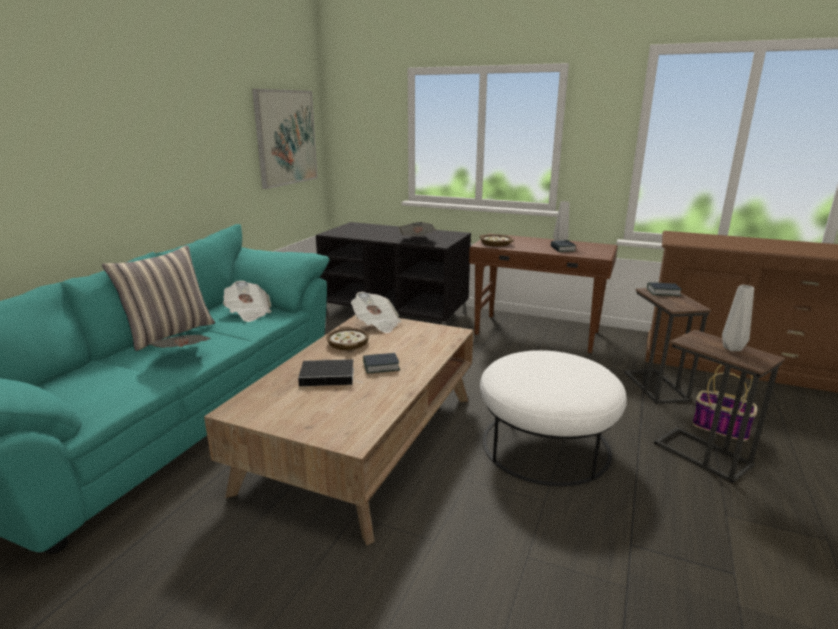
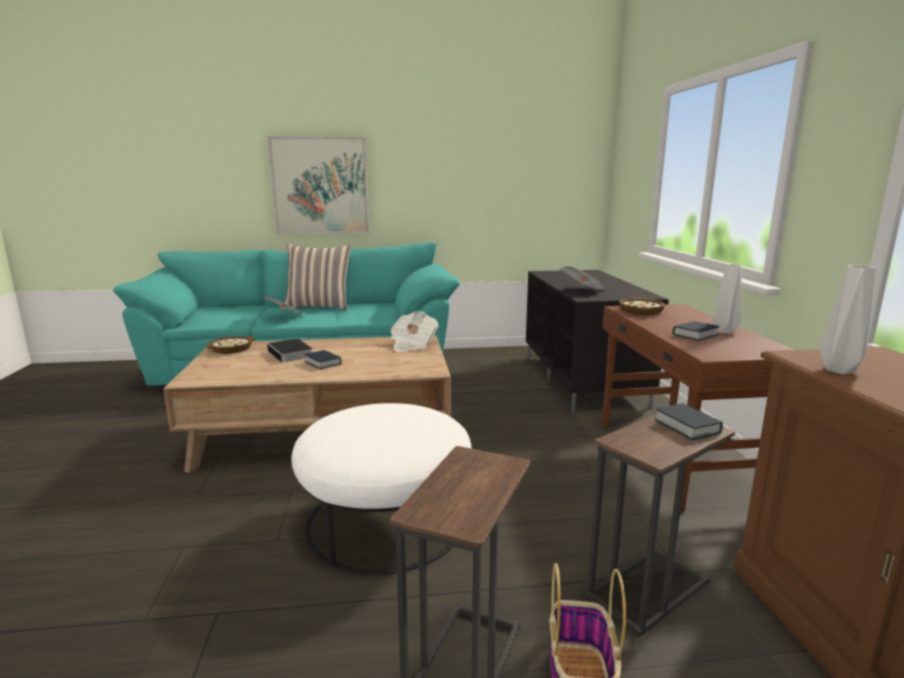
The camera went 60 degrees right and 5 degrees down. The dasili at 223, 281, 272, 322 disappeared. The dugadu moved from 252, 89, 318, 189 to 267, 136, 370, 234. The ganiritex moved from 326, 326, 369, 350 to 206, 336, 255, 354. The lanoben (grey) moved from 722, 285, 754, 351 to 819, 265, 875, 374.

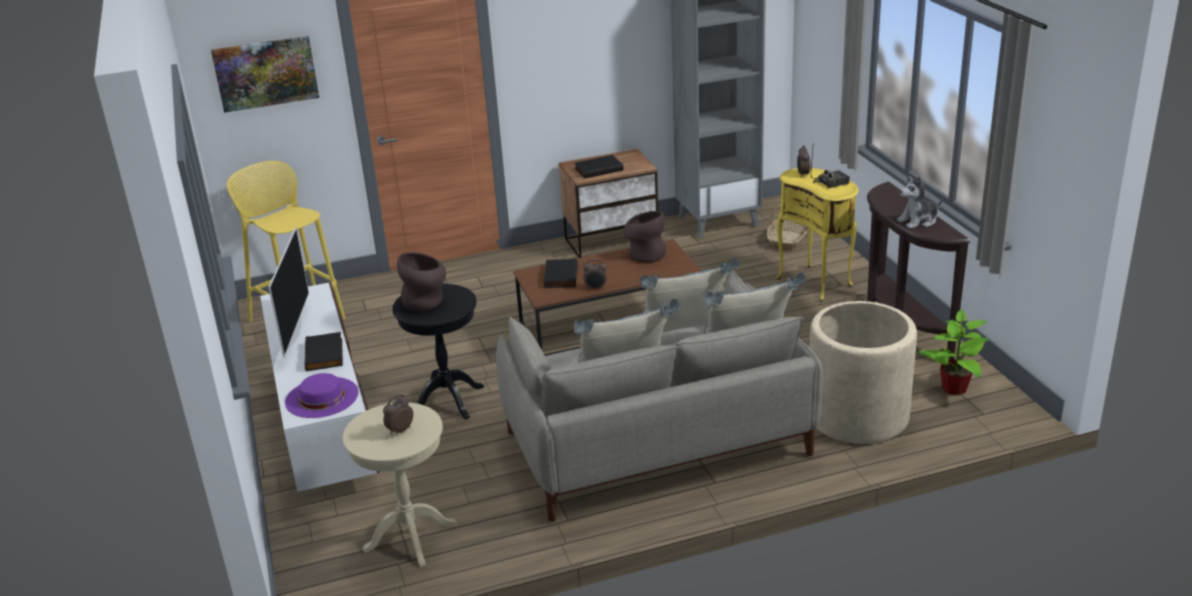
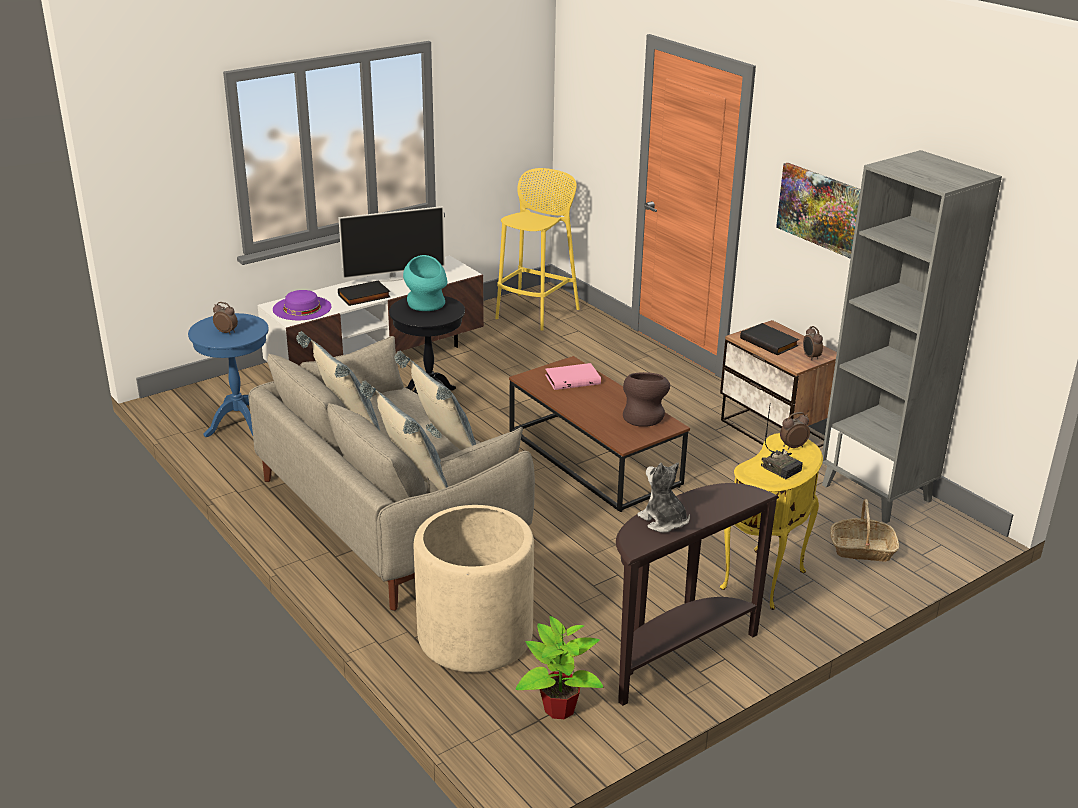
The camera went 70 degrees right and 0 degrees up. The dugadu moved from 211, 36, 319, 113 to 776, 163, 861, 259. The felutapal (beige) at 343, 402, 457, 568 became the felutapal (blue) at 188, 313, 269, 437. The lanoben (brown) at 397, 252, 446, 312 became the lanoben (turquoise) at 403, 255, 447, 311. The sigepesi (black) at 543, 258, 578, 288 became the sigepesi (pink) at 545, 363, 601, 390. The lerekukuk moved from 583, 259, 607, 290 to 803, 326, 823, 361.

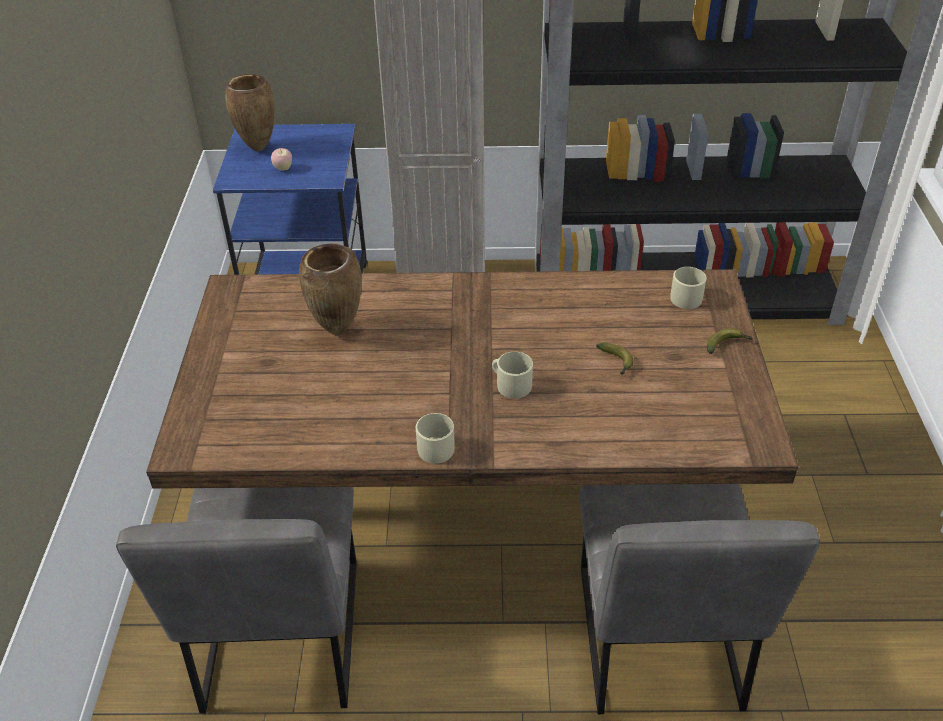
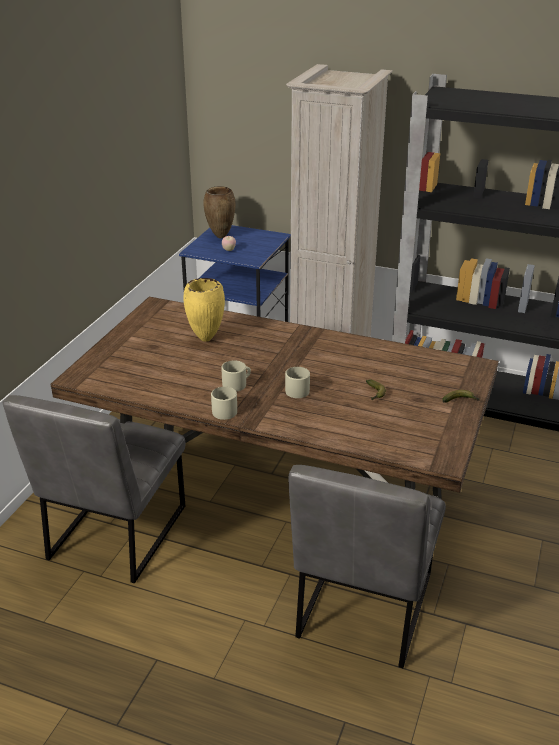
The camera went 20 degrees right and 10 degrees down. The lanoben (brown) at 299, 244, 362, 335 became the lanoben (yellow) at 183, 278, 225, 342. The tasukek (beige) moved from 670, 267, 706, 309 to 221, 360, 251, 392.

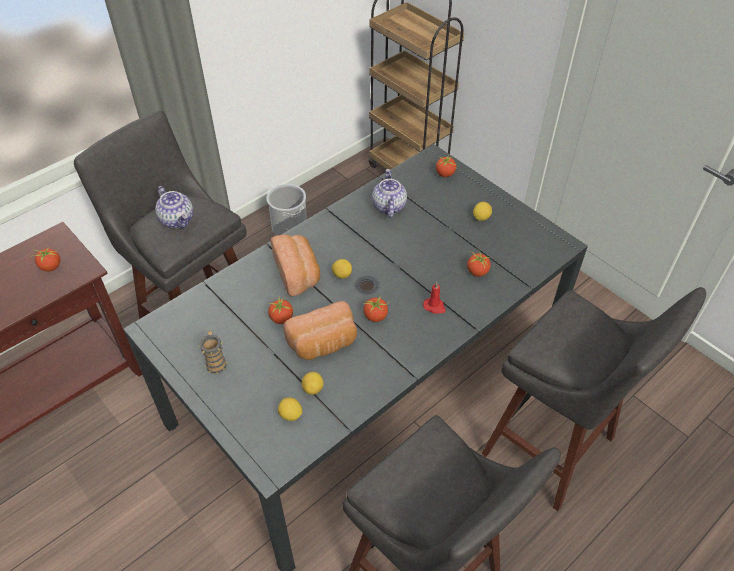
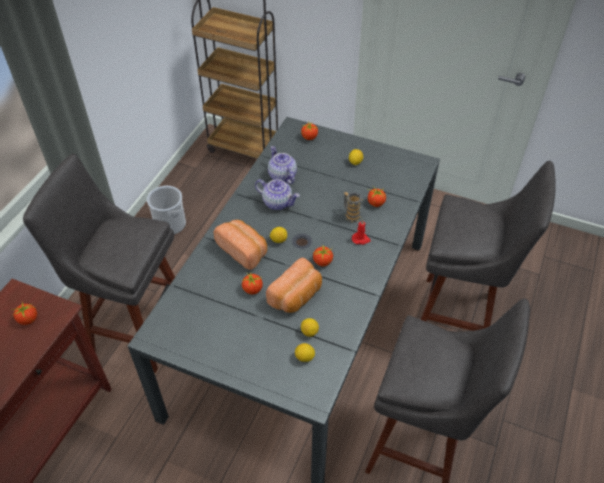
The camera went 25 degrees left and 0 degrees up. The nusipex moved from 155, 186, 193, 228 to 255, 179, 300, 210. The tasukek moved from 198, 330, 229, 374 to 344, 192, 363, 222.

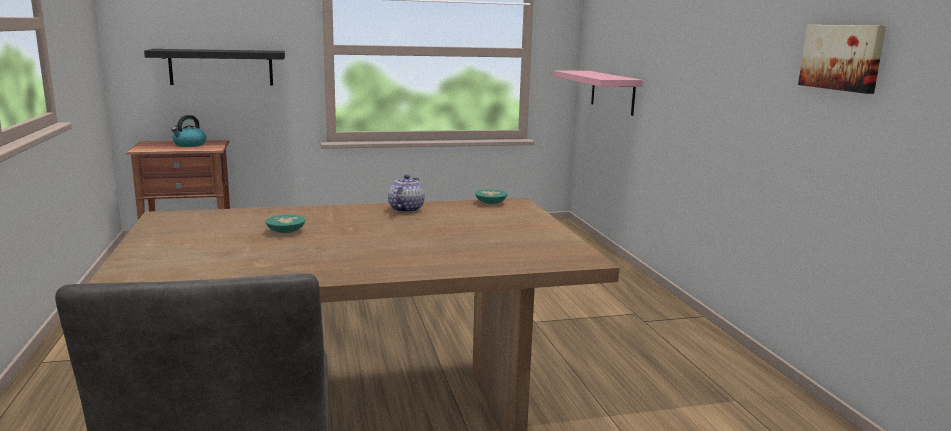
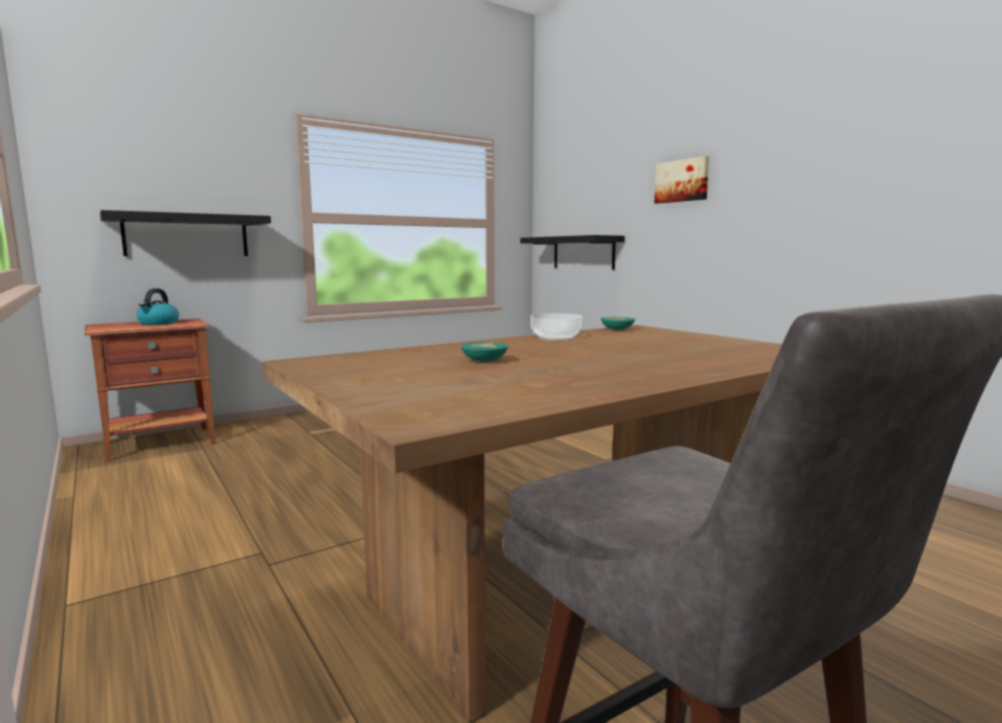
The camera went 20 degrees left and 5 degrees down. The nusipex at 388, 174, 425, 213 was replaced by the ganiritex at 530, 313, 583, 341. The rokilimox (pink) at 553, 70, 643, 116 became the rokilimox (black) at 520, 235, 625, 270. The dugadu moved from 798, 25, 886, 94 to 654, 156, 709, 204.

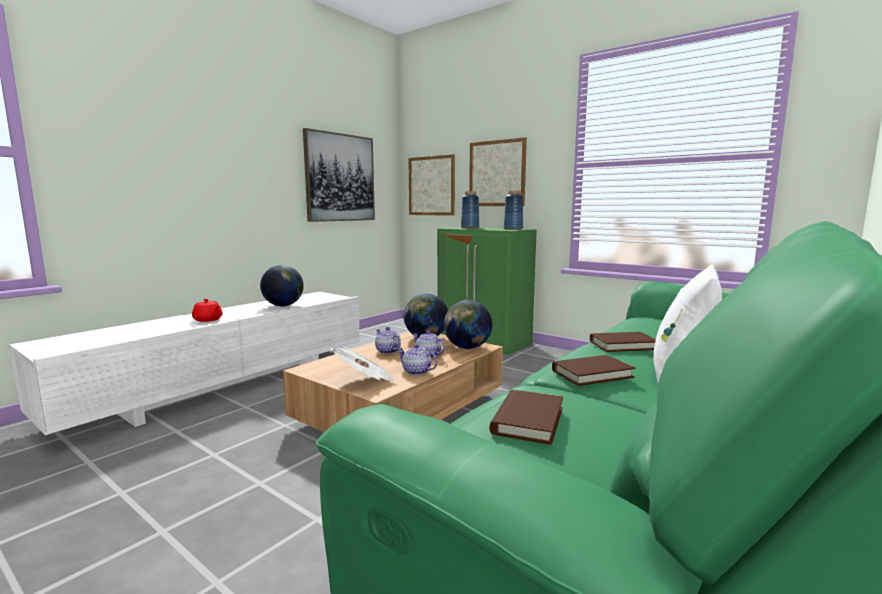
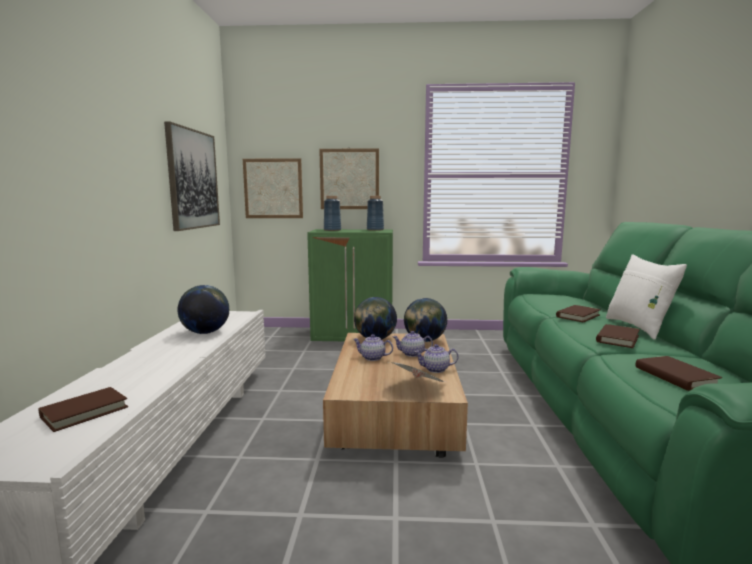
The camera went 35 degrees left and 0 degrees up. The nusipex (red) at 192, 299, 223, 322 disappeared. The sigepesi (brown) at 38, 387, 128, 432 appeared.

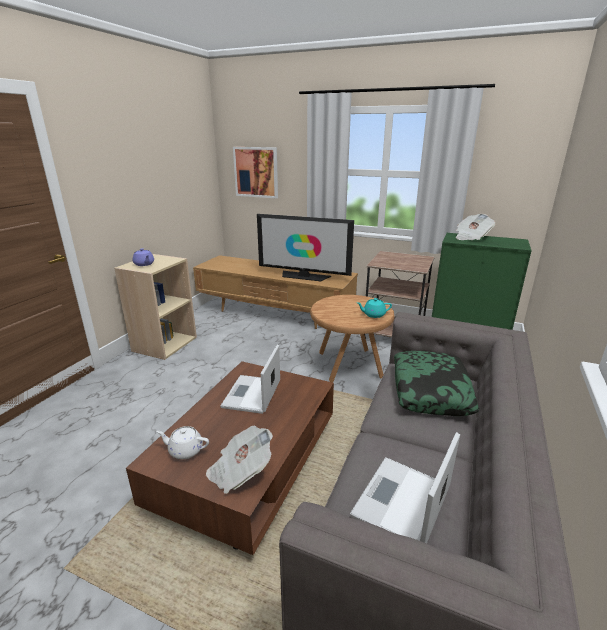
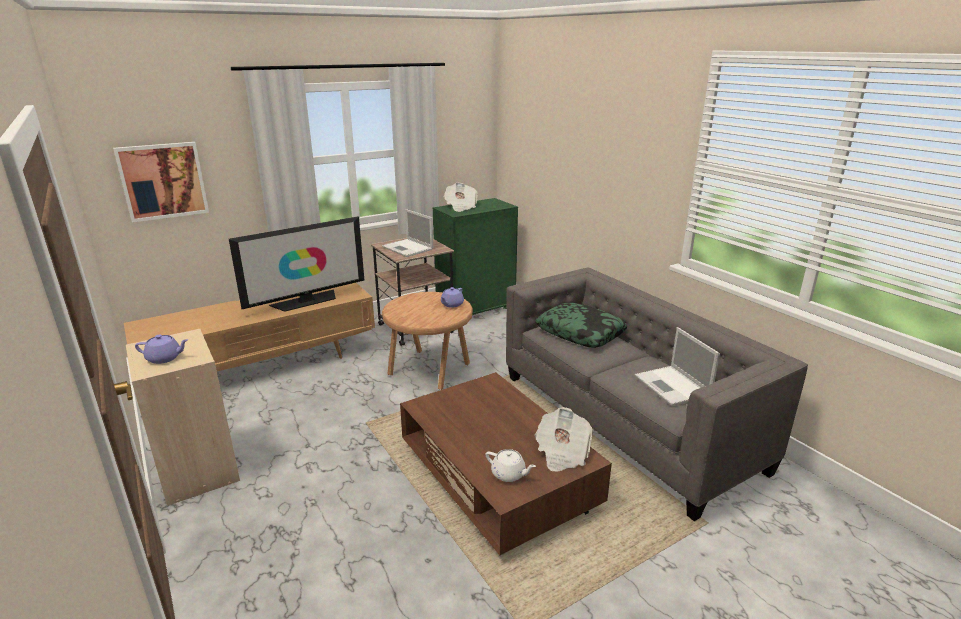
The camera went 55 degrees left and 0 degrees up. The nusipex (white) at 156, 426, 209, 459 turned 105 degrees counterclockwise. The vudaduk moved from 220, 345, 280, 414 to 382, 209, 433, 257. The nusipex (turquoise) at 357, 298, 392, 318 became the nusipex (purple) at 441, 287, 464, 308.

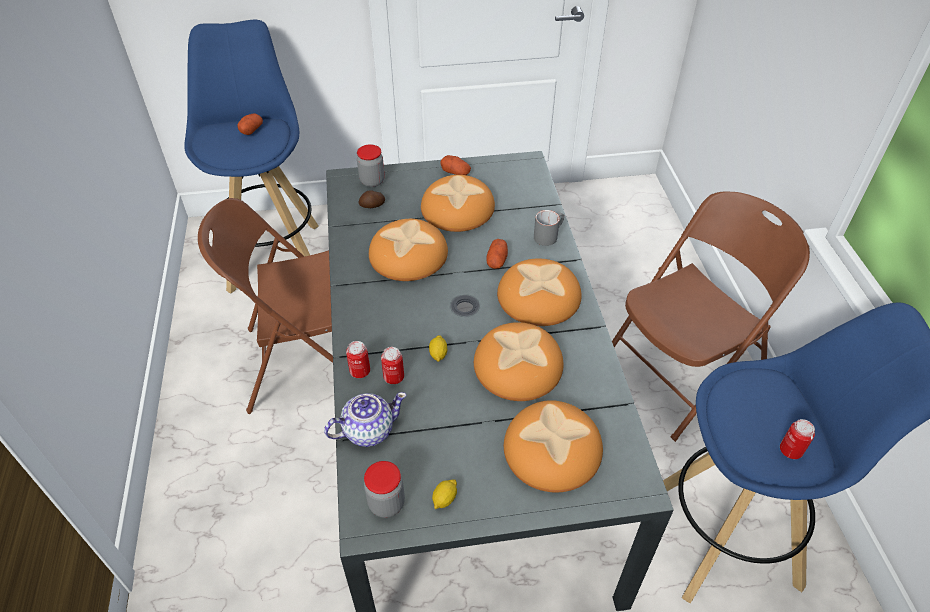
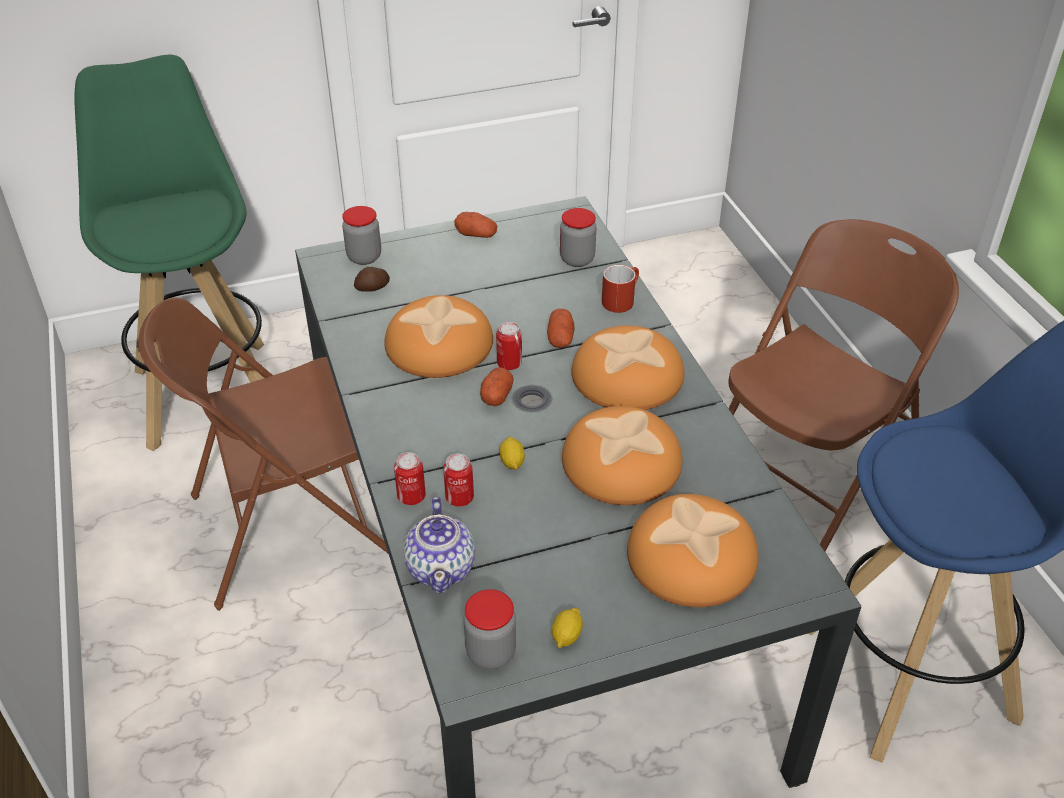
The camera went 10 degrees left and 5 degrees down. The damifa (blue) at 184, 20, 319, 294 became the damifa (green) at 74, 55, 264, 451. The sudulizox moved from 237, 113, 263, 135 to 480, 367, 514, 406. The nusipex at 324, 392, 407, 447 turned 120 degrees clockwise. The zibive at 421, 175, 495, 232 disappeared. The tasukek (grey) at 534, 210, 564, 246 became the tasukek (red) at 602, 265, 639, 313. The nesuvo moved from 780, 419, 815, 459 to 496, 322, 522, 370. The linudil at 560, 208, 596, 267 appeared.

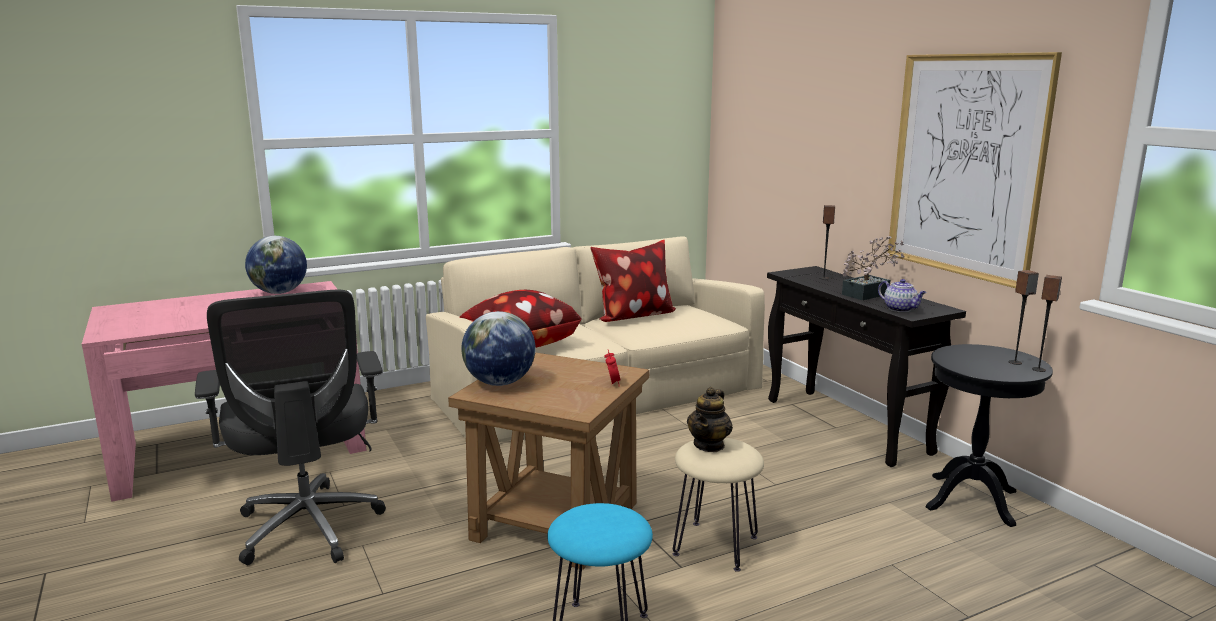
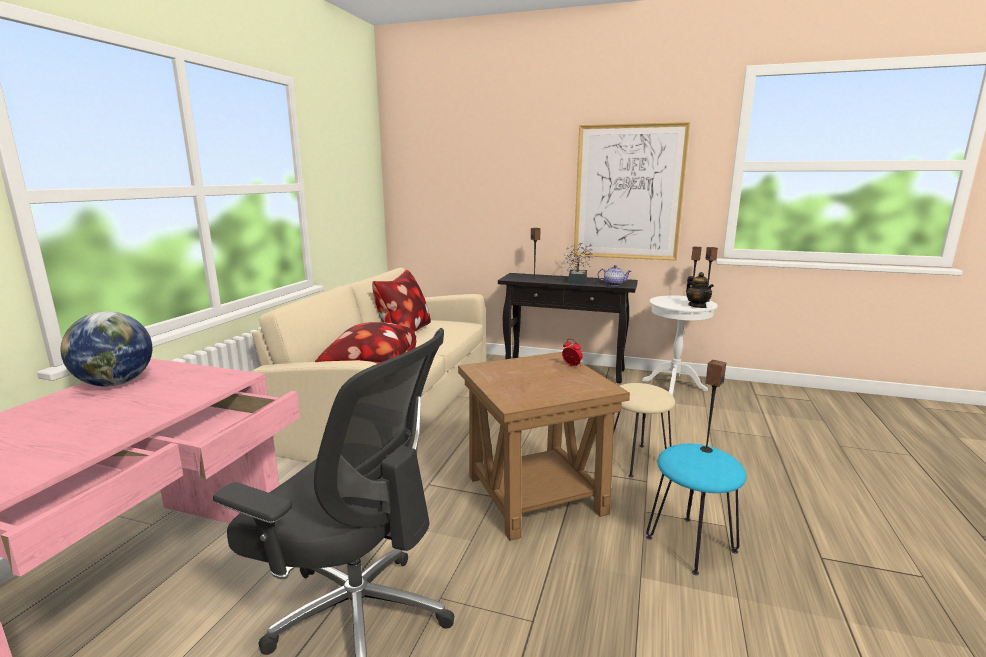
The camera went 45 degrees left and 0 degrees up. The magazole at 462, 311, 536, 386 disappeared. The nusipex moved from 687, 387, 733, 452 to 686, 272, 714, 308. The felutapal (black) at 926, 344, 1053, 527 became the felutapal (white) at 642, 295, 718, 395. The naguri at 700, 360, 726, 453 appeared.

